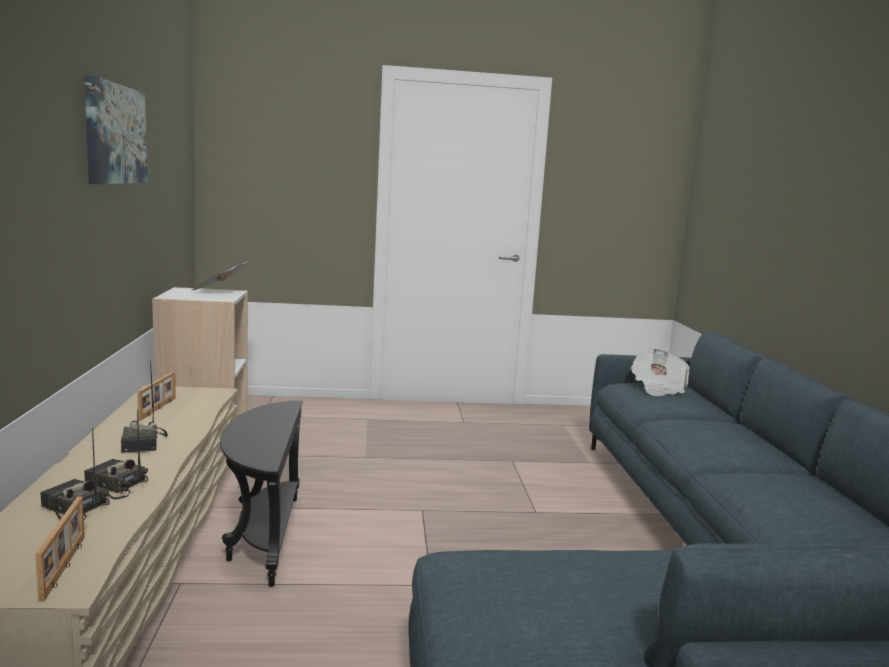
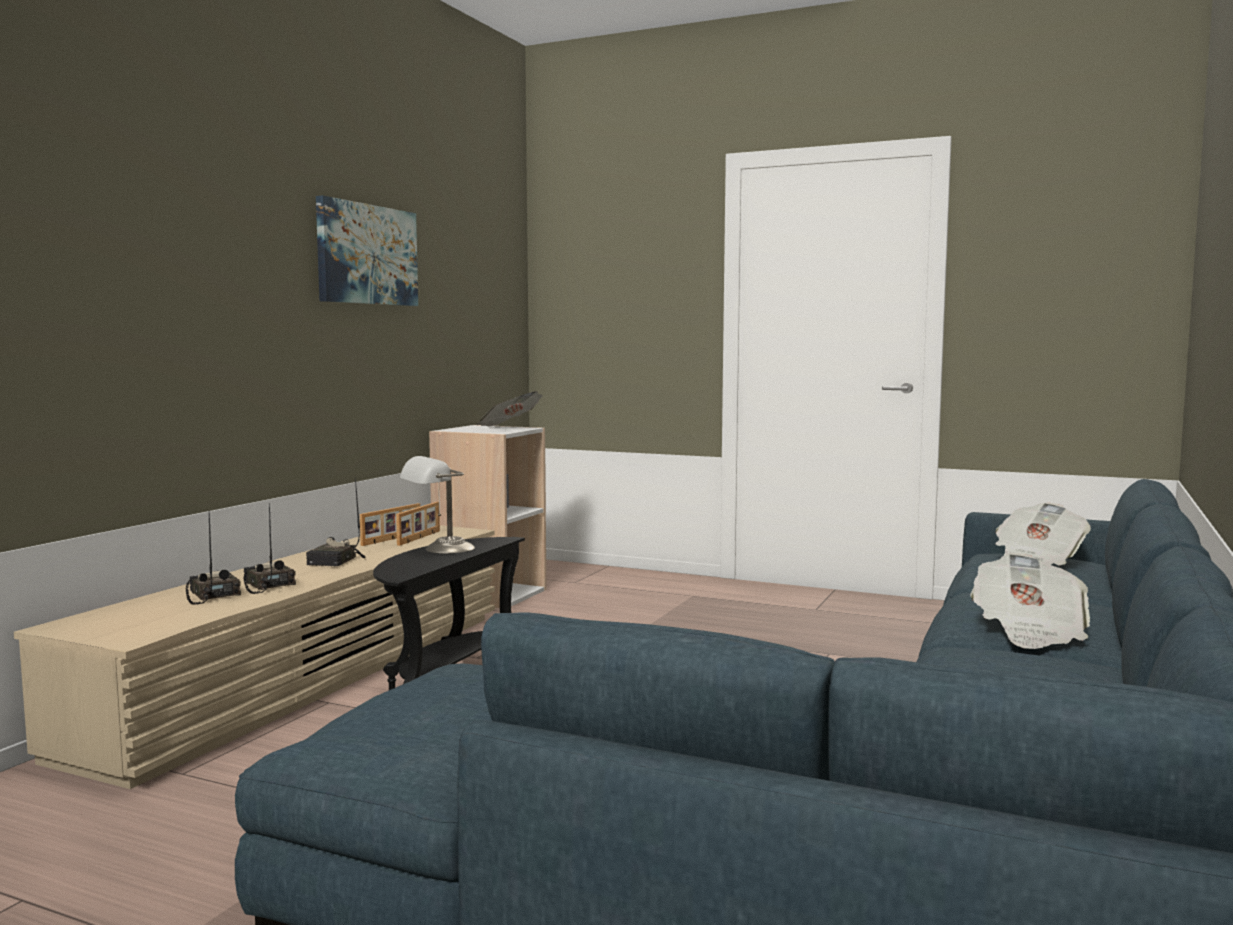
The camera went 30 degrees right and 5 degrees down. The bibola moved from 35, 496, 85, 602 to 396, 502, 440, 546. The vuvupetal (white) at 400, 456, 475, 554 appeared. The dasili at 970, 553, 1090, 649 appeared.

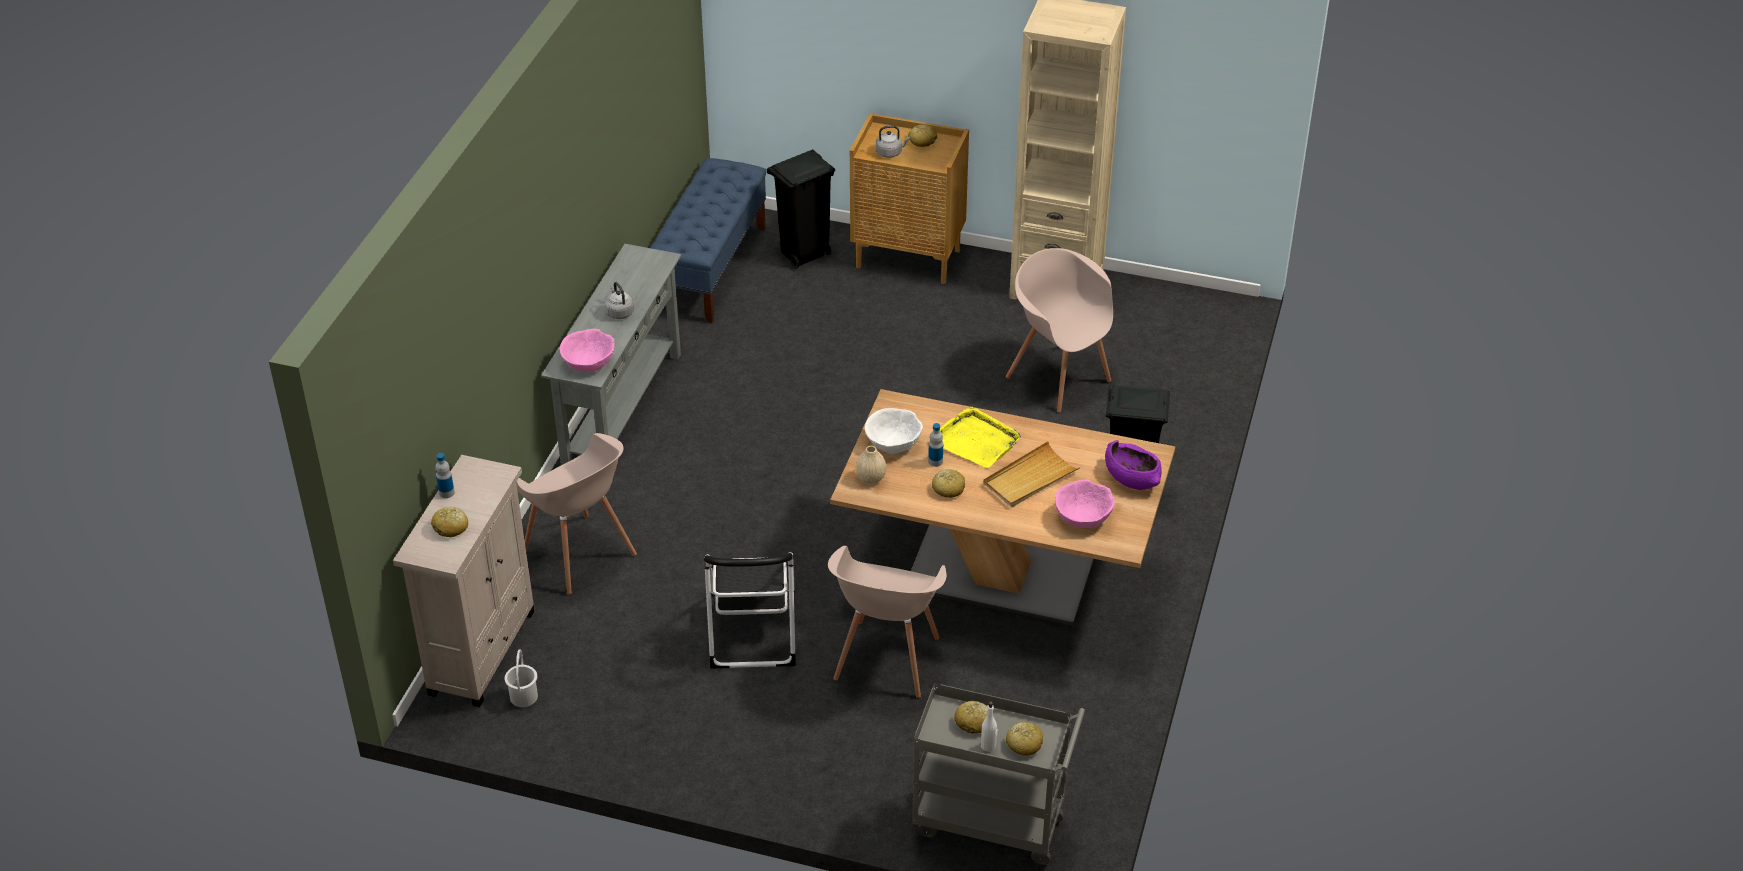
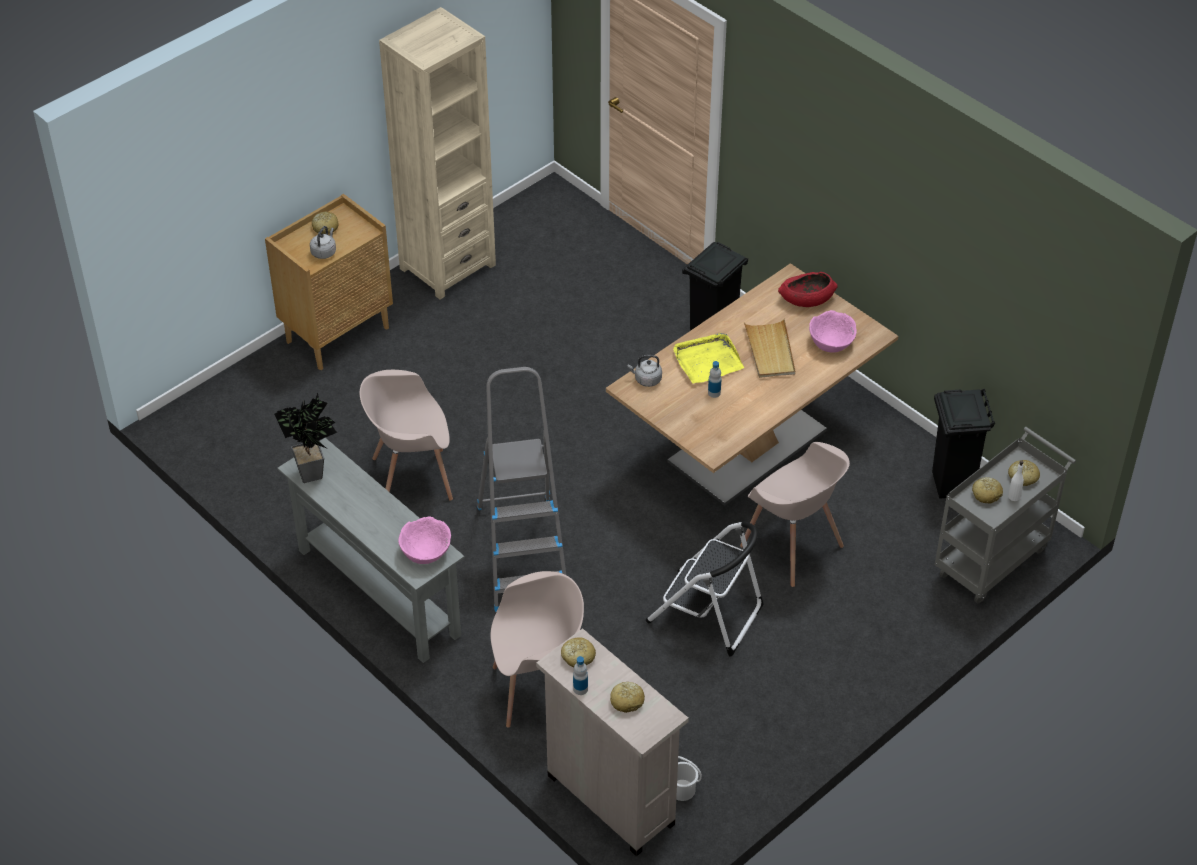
The camera went 60 degrees left and 5 degrees up. The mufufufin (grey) moved from 605, 282, 634, 319 to 628, 355, 662, 387. The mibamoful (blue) at 650, 158, 767, 323 disappeared. The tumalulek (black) moved from 767, 149, 835, 268 to 932, 389, 995, 499. The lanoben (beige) at 856, 446, 887, 484 disappeared. The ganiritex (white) at 865, 408, 923, 454 disappeared. The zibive moved from 932, 469, 965, 498 to 561, 638, 596, 667. The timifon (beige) moved from 1006, 248, 1113, 412 to 360, 370, 453, 501. The ganiritex (purple) at 1105, 440, 1162, 490 became the ganiritex (red) at 778, 272, 838, 307. The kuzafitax at 274, 393, 337, 483 appeared. The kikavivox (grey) at 477, 367, 566, 612 appeared.

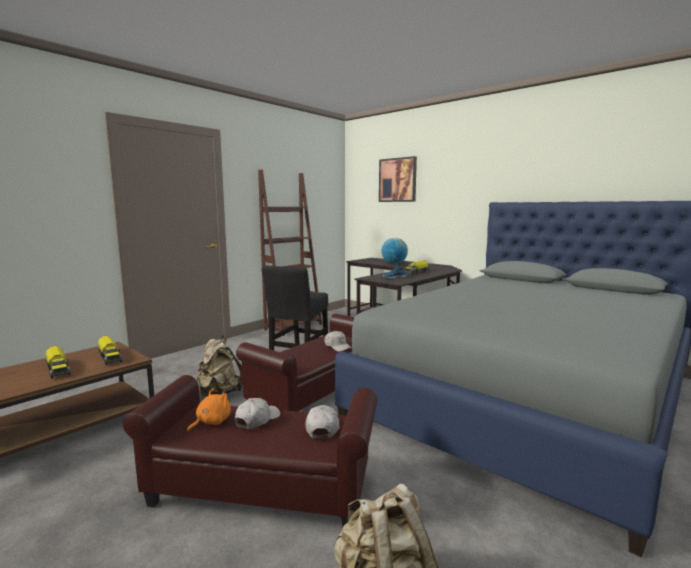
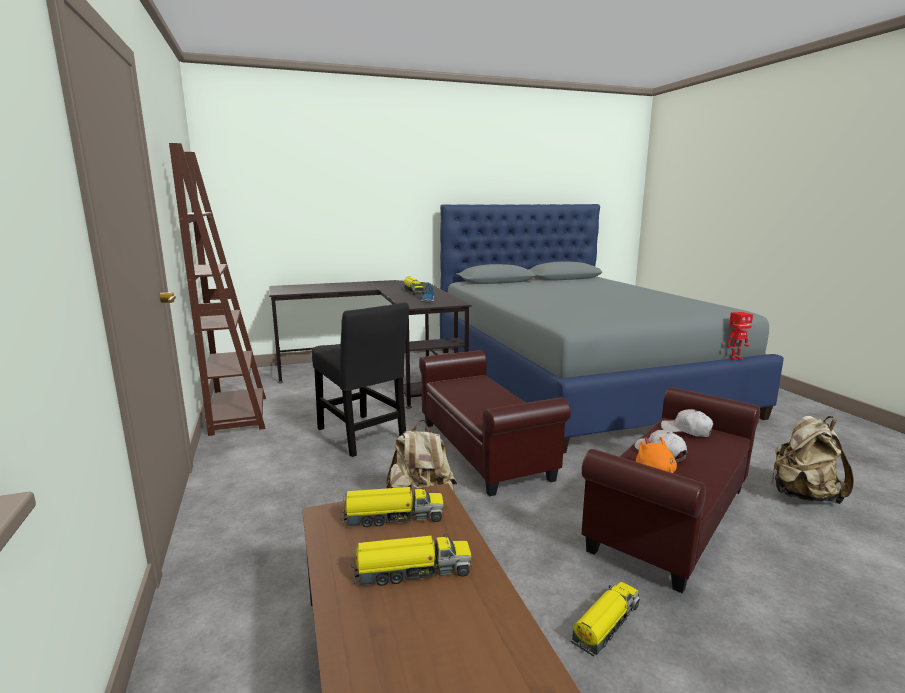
The camera went 60 degrees left and 5 degrees up. The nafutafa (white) at 324, 331, 352, 352 disappeared. The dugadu at 379, 156, 417, 202 disappeared. The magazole at 381, 238, 408, 264 disappeared. The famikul at 571, 581, 640, 657 appeared. The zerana at 726, 312, 753, 360 appeared.

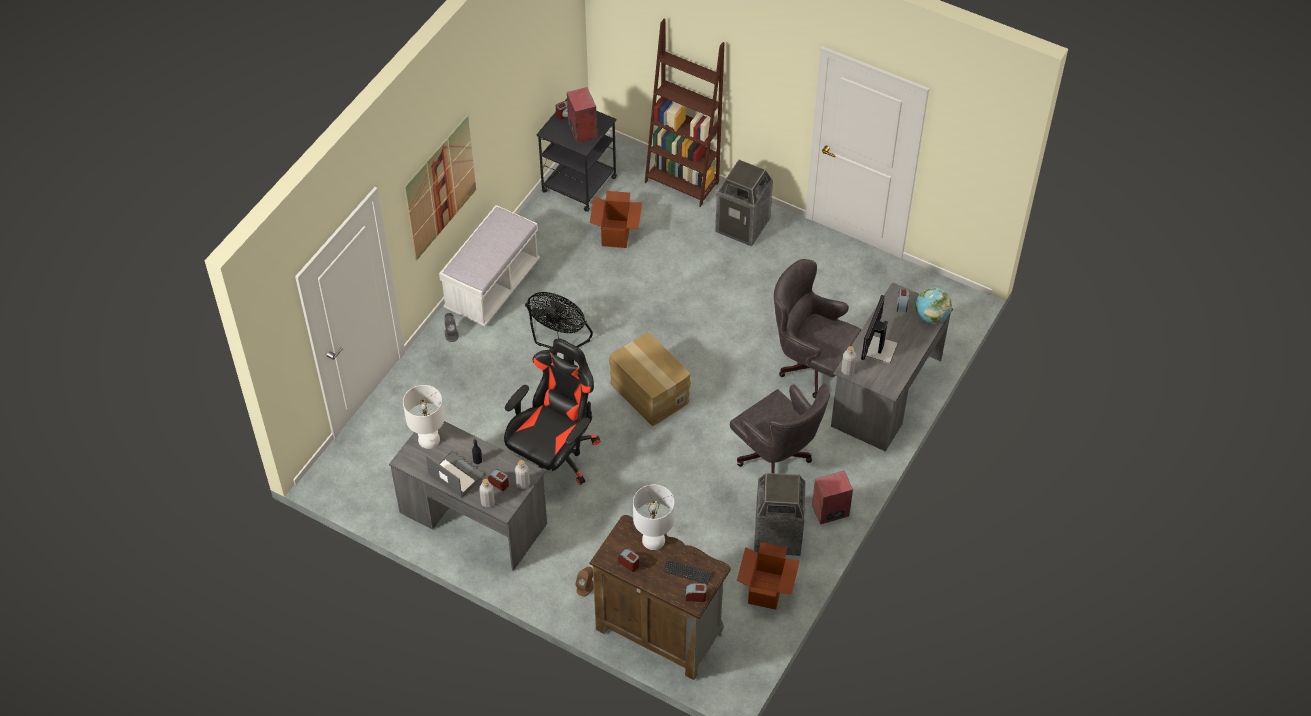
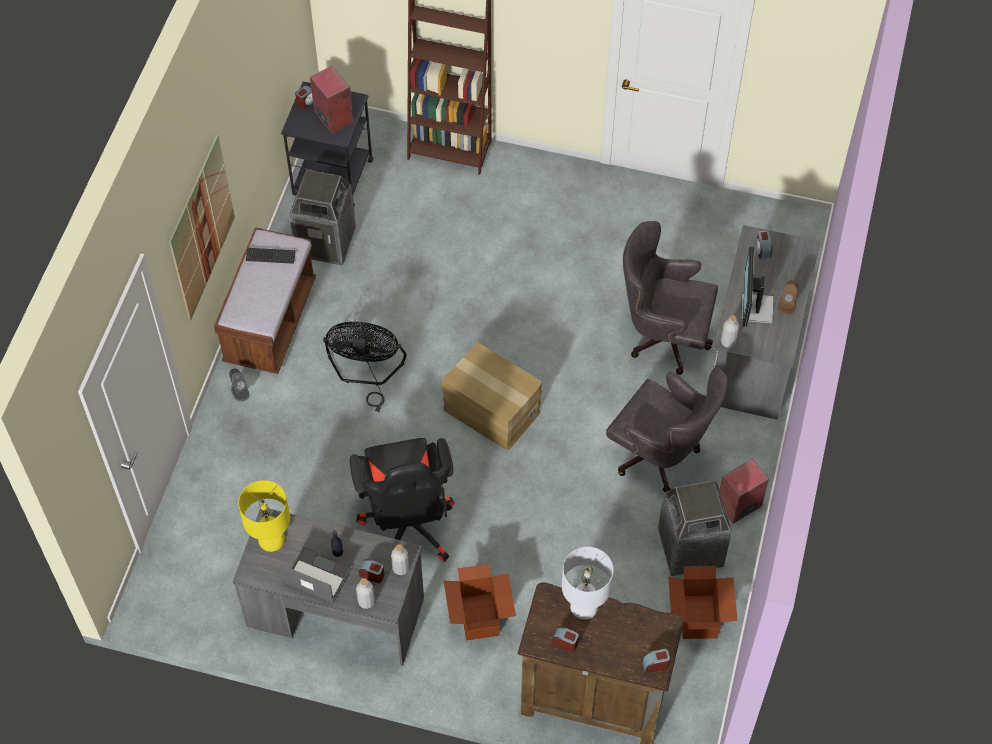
The camera went 15 degrees left and 5 degrees up. The vuvupetal (white) at 403, 385, 445, 449 became the vuvupetal (yellow) at 238, 480, 290, 552. The mibamoful (white) at 439, 205, 540, 326 became the mibamoful (brown) at 214, 227, 316, 374. The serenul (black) at 504, 338, 600, 485 turned 150 degrees clockwise. The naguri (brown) moved from 575, 567, 594, 597 to 778, 280, 798, 315. The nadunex moved from 590, 191, 642, 248 to 444, 564, 516, 640. The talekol moved from 663, 559, 713, 585 to 246, 248, 296, 264. The tumalulek moved from 715, 160, 773, 246 to 289, 170, 356, 265. The magazole at 915, 287, 952, 323 disappeared.

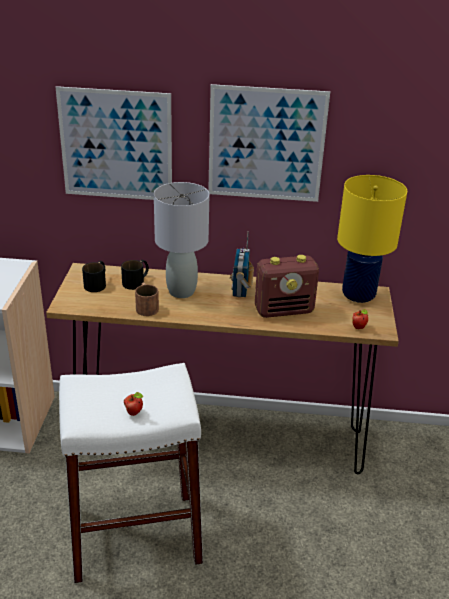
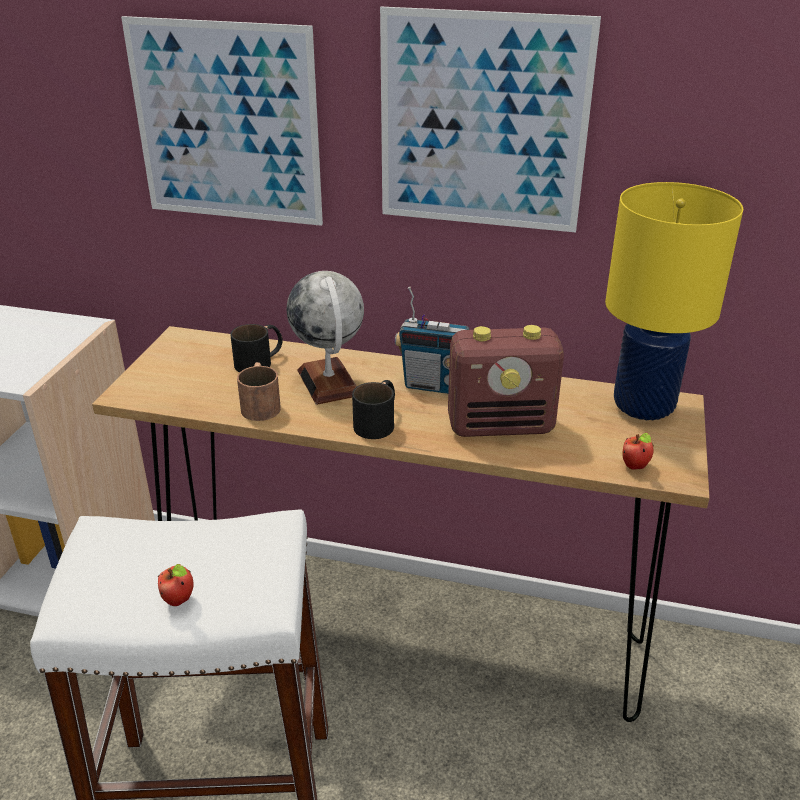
The camera went 10 degrees right and 0 degrees up. The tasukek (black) moved from 82, 261, 106, 292 to 352, 380, 395, 439. The vuvupetal (grey) at 154, 182, 209, 298 was replaced by the magazole at 287, 271, 364, 405. The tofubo at 230, 231, 254, 297 turned 90 degrees counterclockwise.

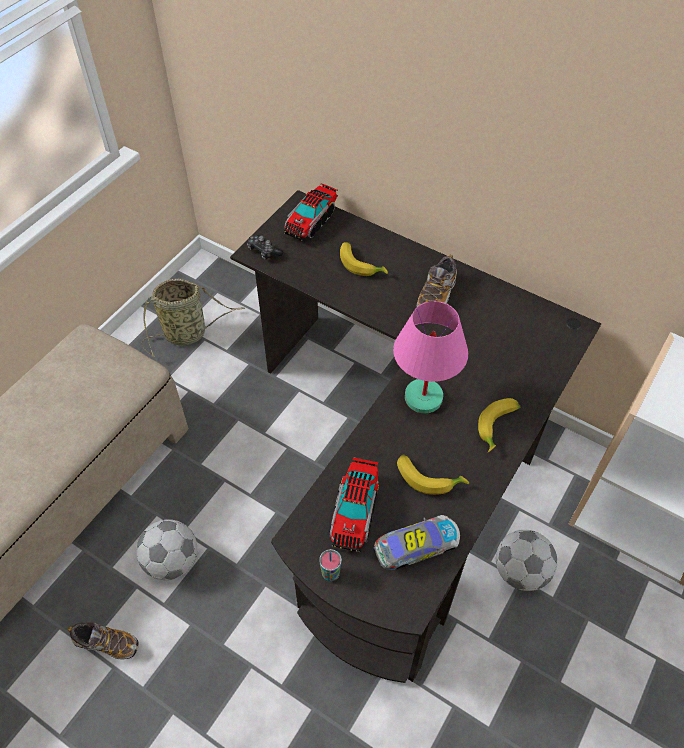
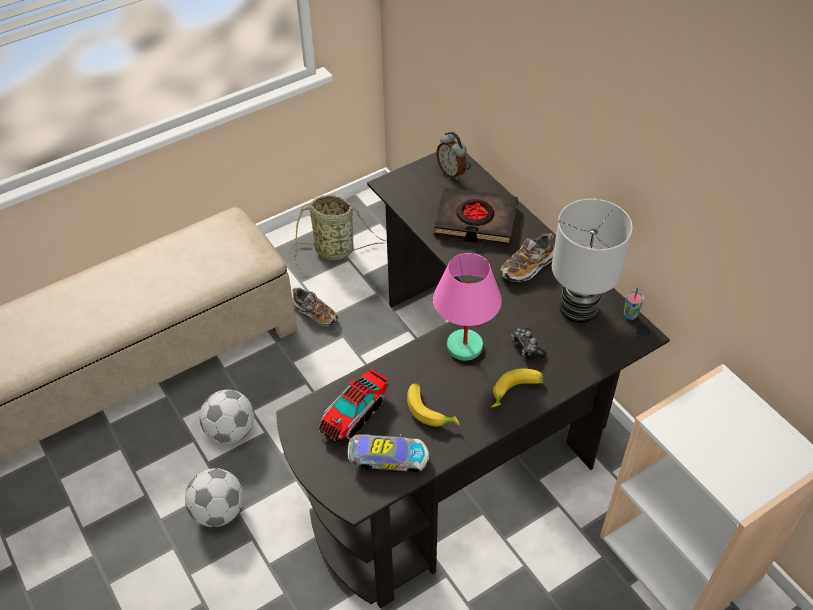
The camera went 25 degrees right and 5 degrees down. The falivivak moved from 67, 622, 139, 659 to 292, 288, 338, 327. The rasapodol moved from 247, 235, 283, 260 to 511, 327, 547, 358. The famikul at 284, 183, 338, 241 was replaced by the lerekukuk at 437, 132, 467, 180. The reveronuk moved from 319, 549, 342, 581 to 624, 287, 644, 320. The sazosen at 340, 242, 388, 276 was replaced by the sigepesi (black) at 434, 188, 518, 245. The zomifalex moved from 496, 530, 557, 591 to 185, 468, 244, 527. The vuvupetal (grey) at 552, 199, 633, 323 appeared.

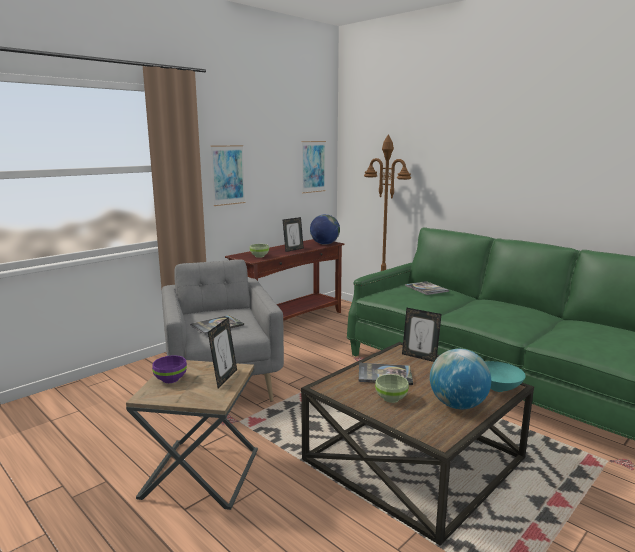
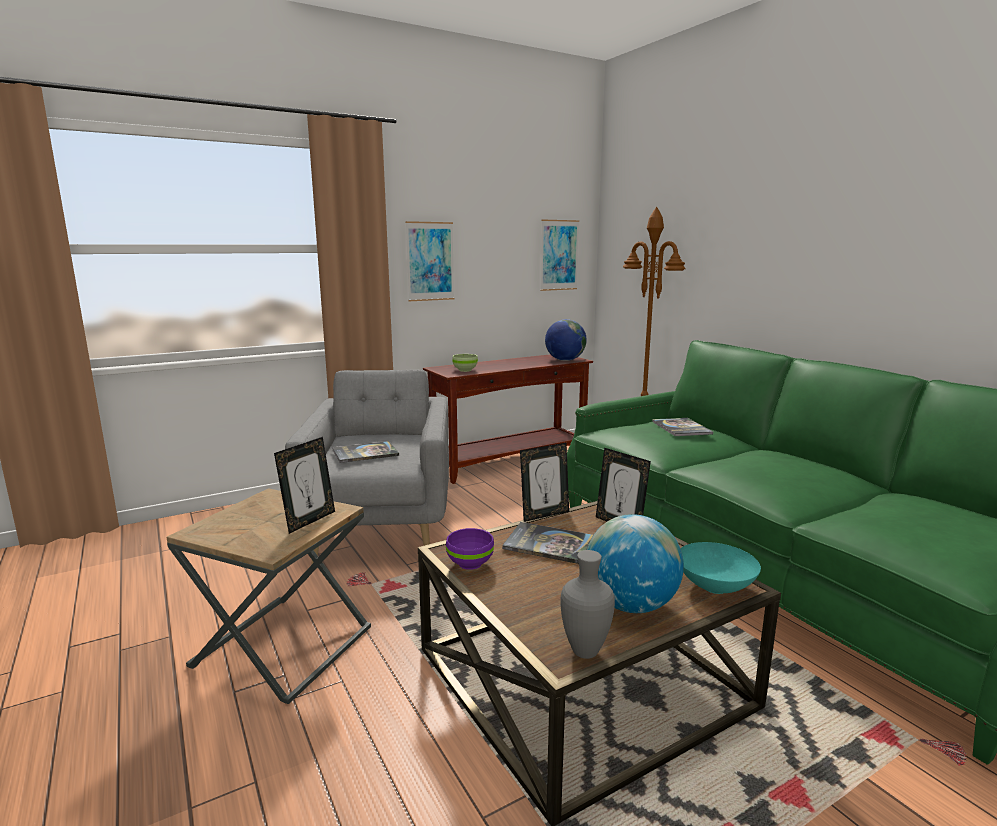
The camera went 15 degrees right and 0 degrees up. The ganiritex (purple) moved from 152, 355, 187, 383 to 446, 528, 494, 570. The bibola moved from 283, 217, 304, 252 to 520, 443, 569, 522. The ganiritex (green) at 375, 374, 409, 403 disappeared. The lanoben (grey) at 560, 550, 615, 659 appeared.

